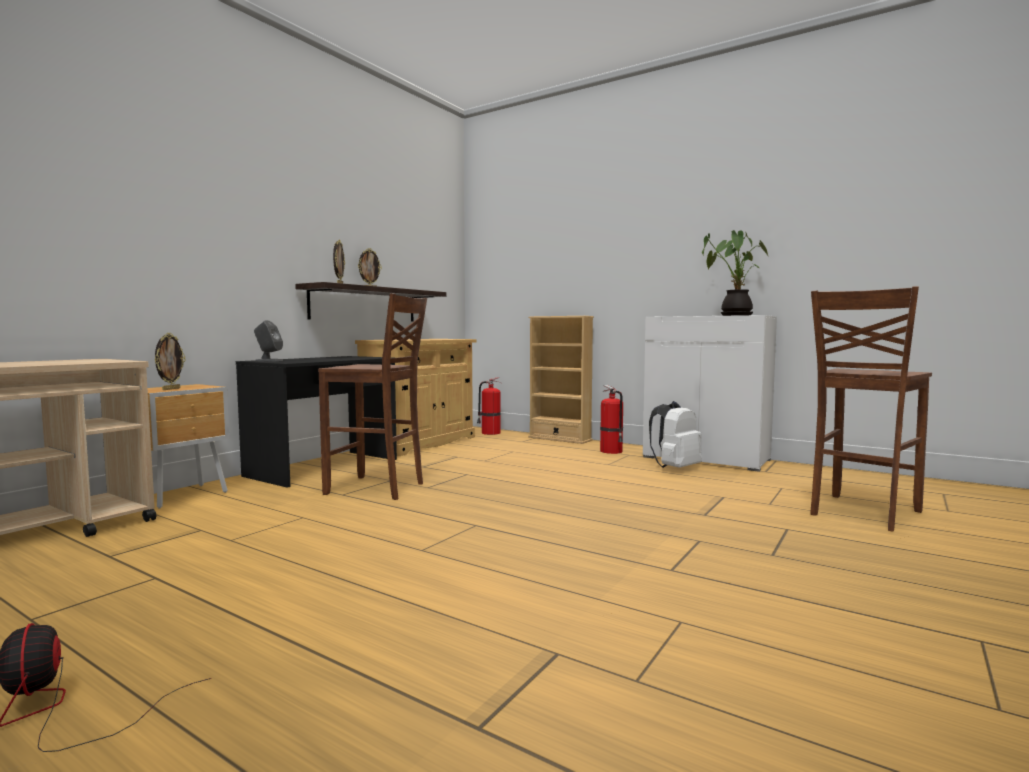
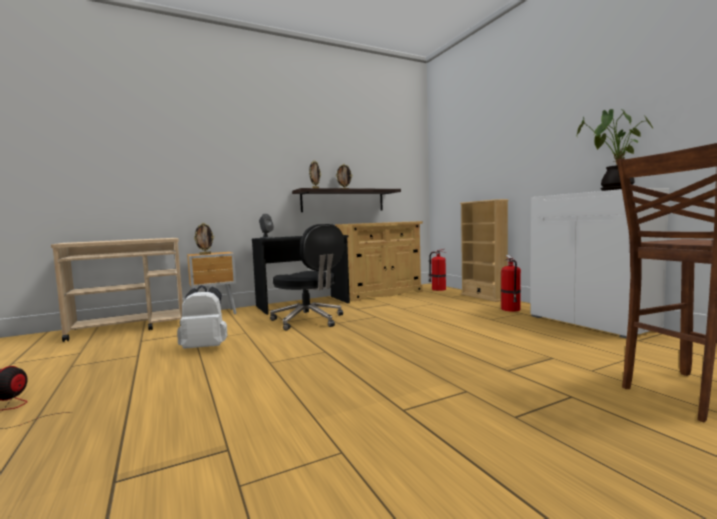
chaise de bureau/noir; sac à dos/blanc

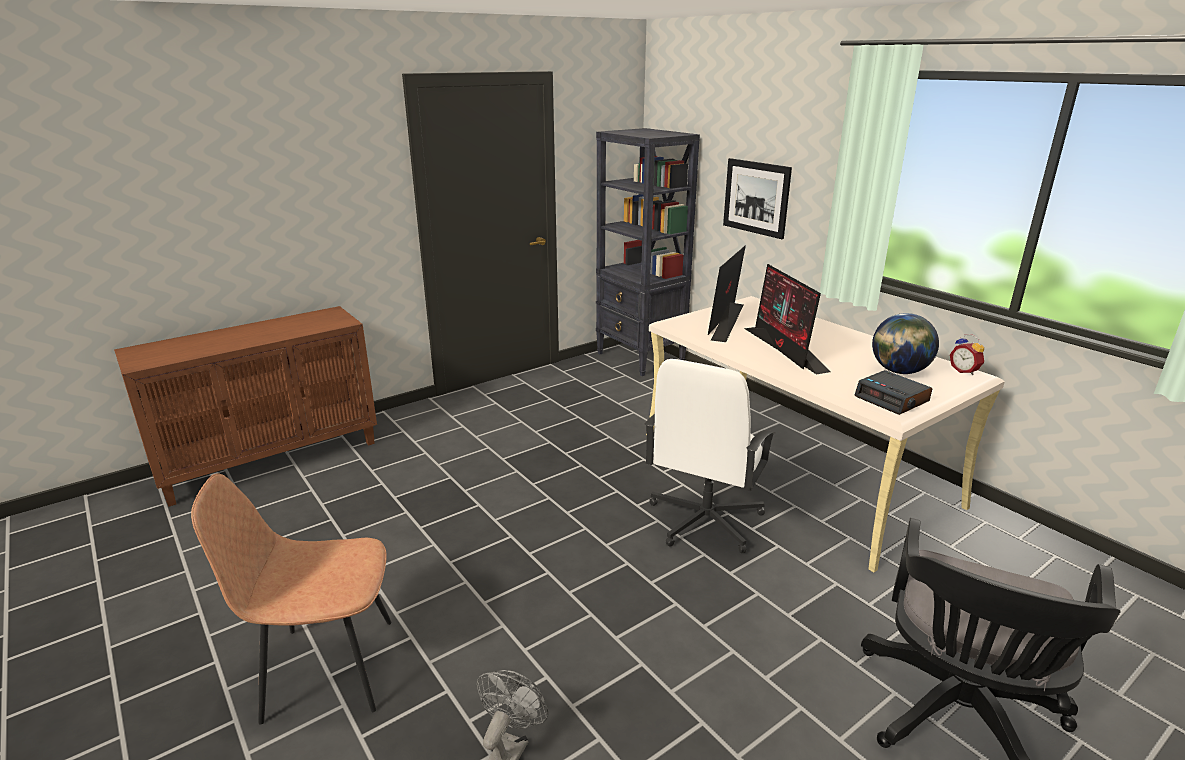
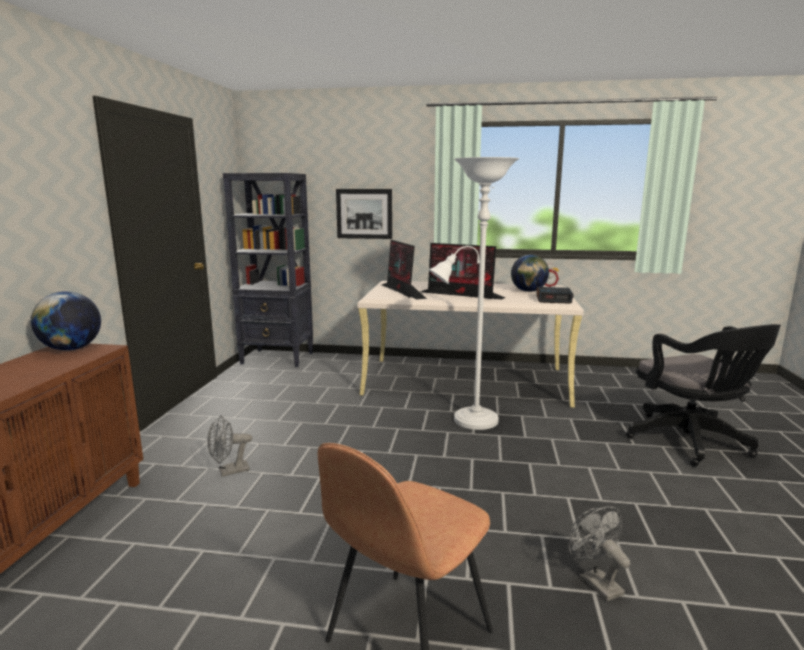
lampadaire/blanc; globe (no. 1 from left); ventilateur/gris (no. 1 from left)

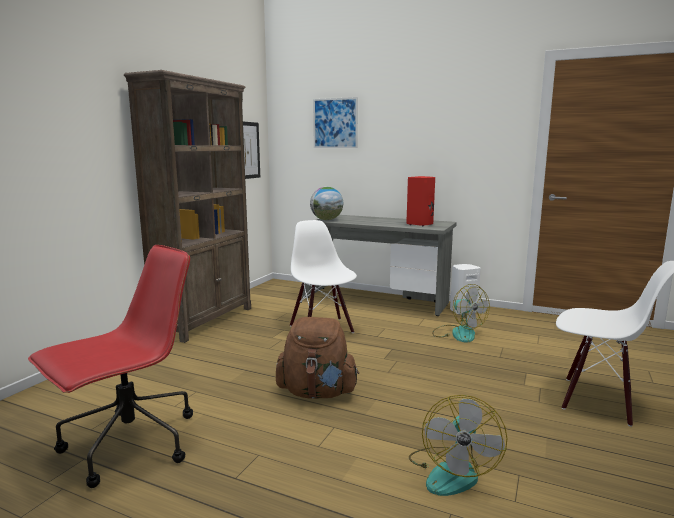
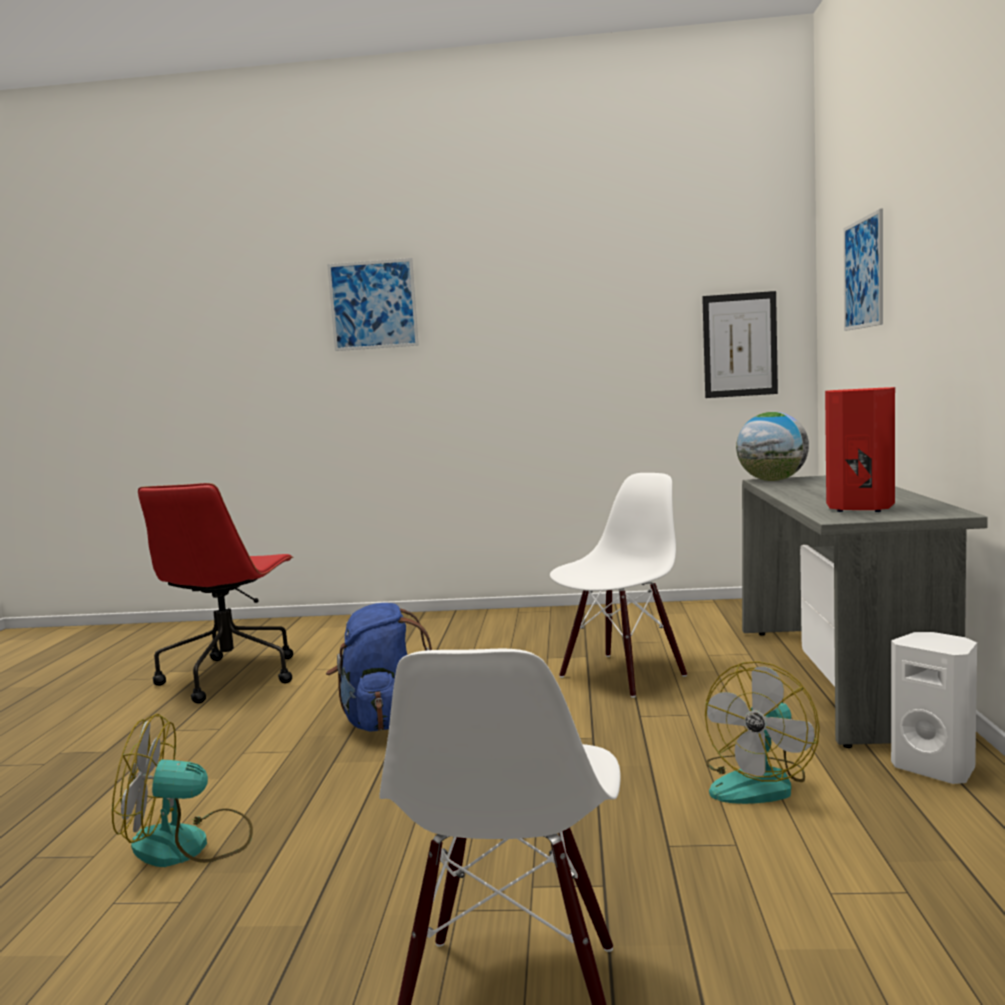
chaise de bureau/rouge; bibliothèque/marron; sac à dos/bleu; tableau (no. 1 from left)

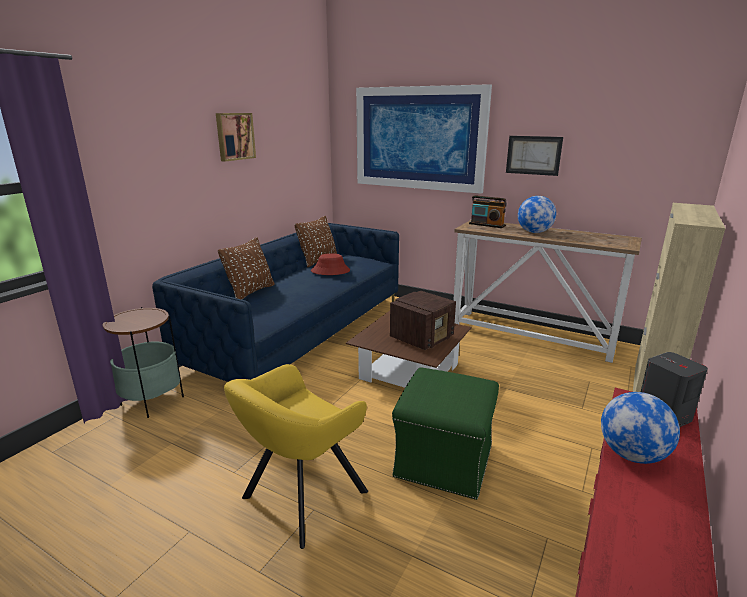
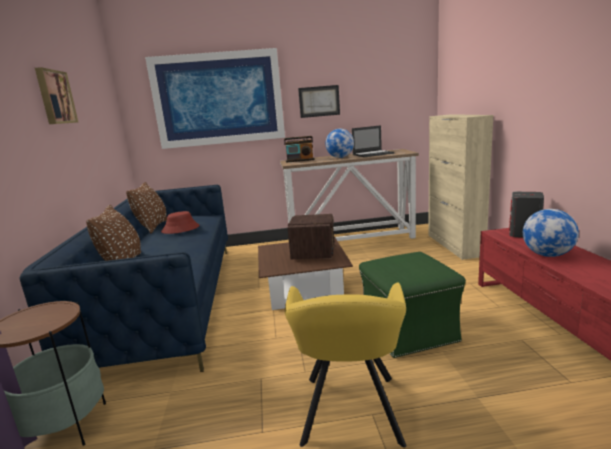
ordinateur portable

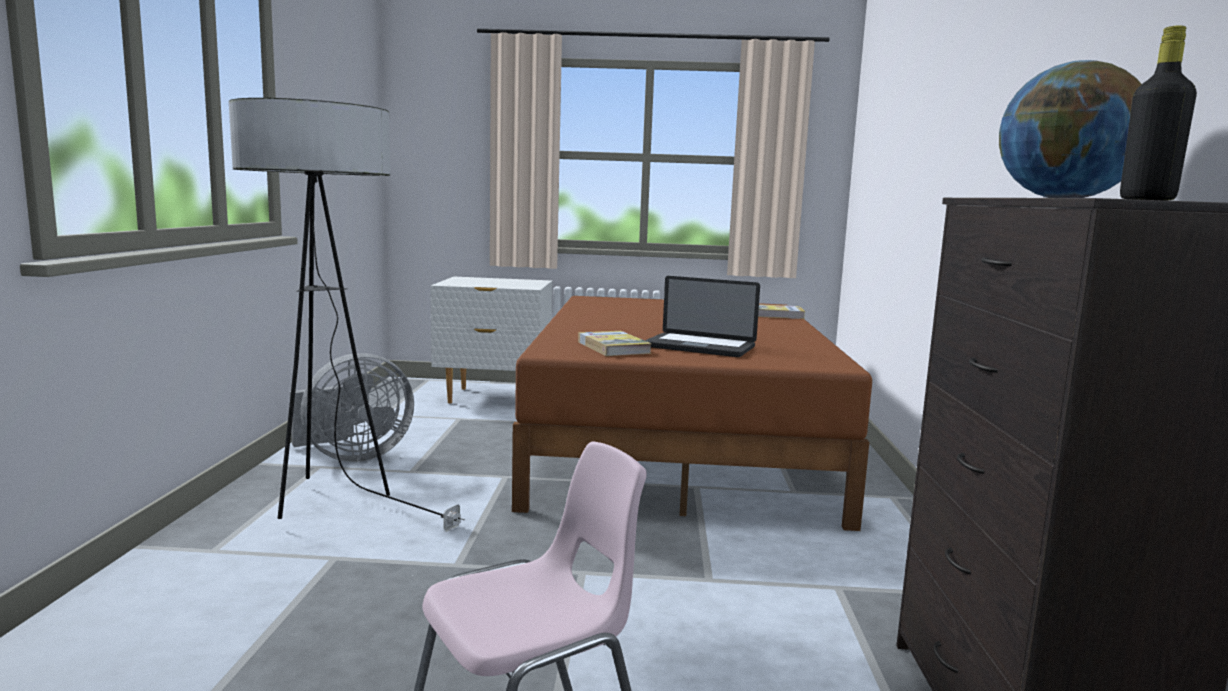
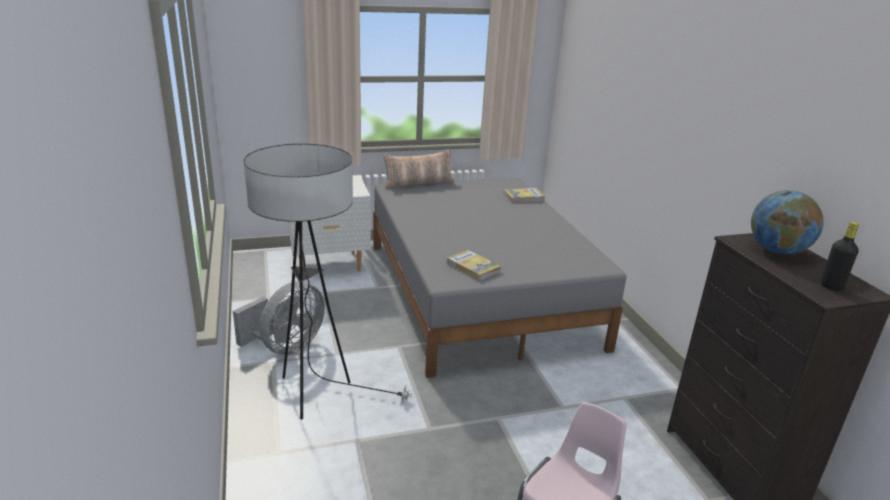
lit/gris; ordinateur portable; coussin

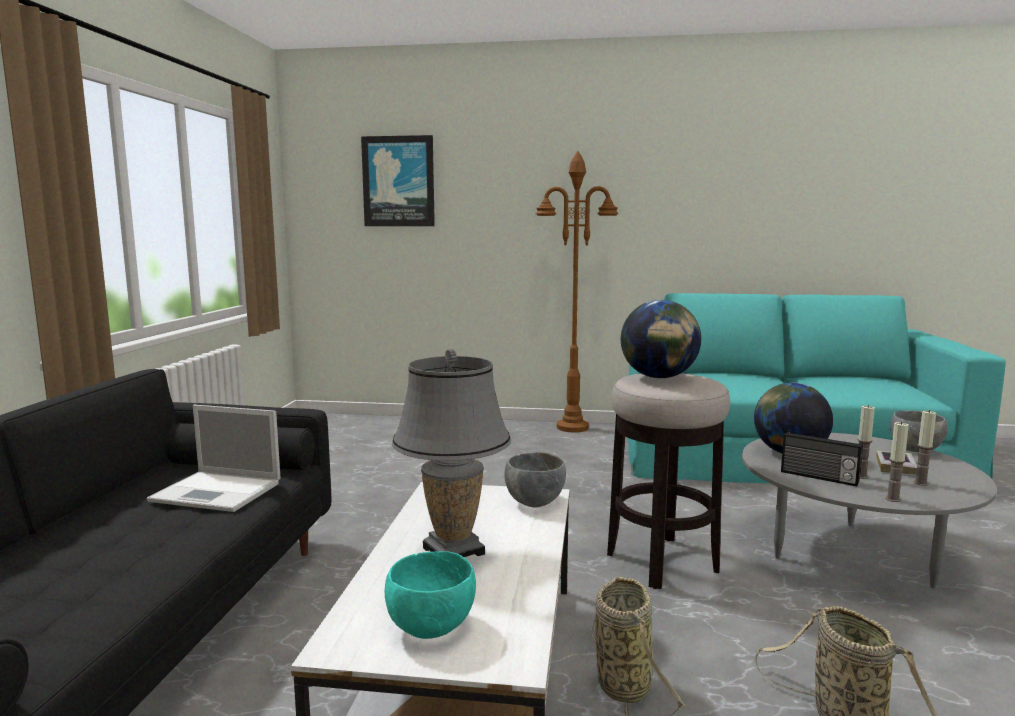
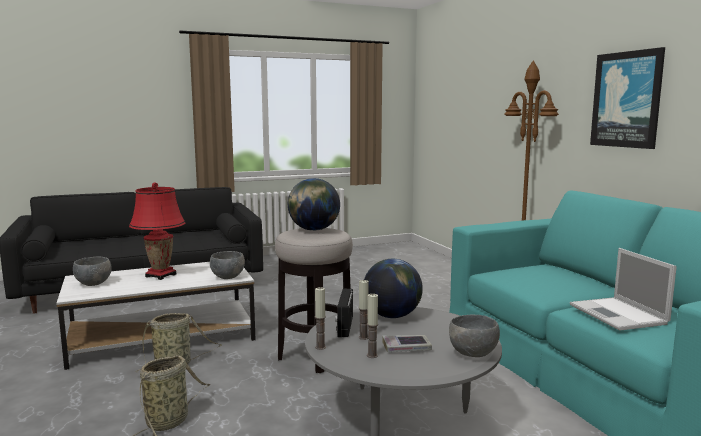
ordinateur portable; tableau; bol/gris (no. 1 from left); lampe de table/rouge

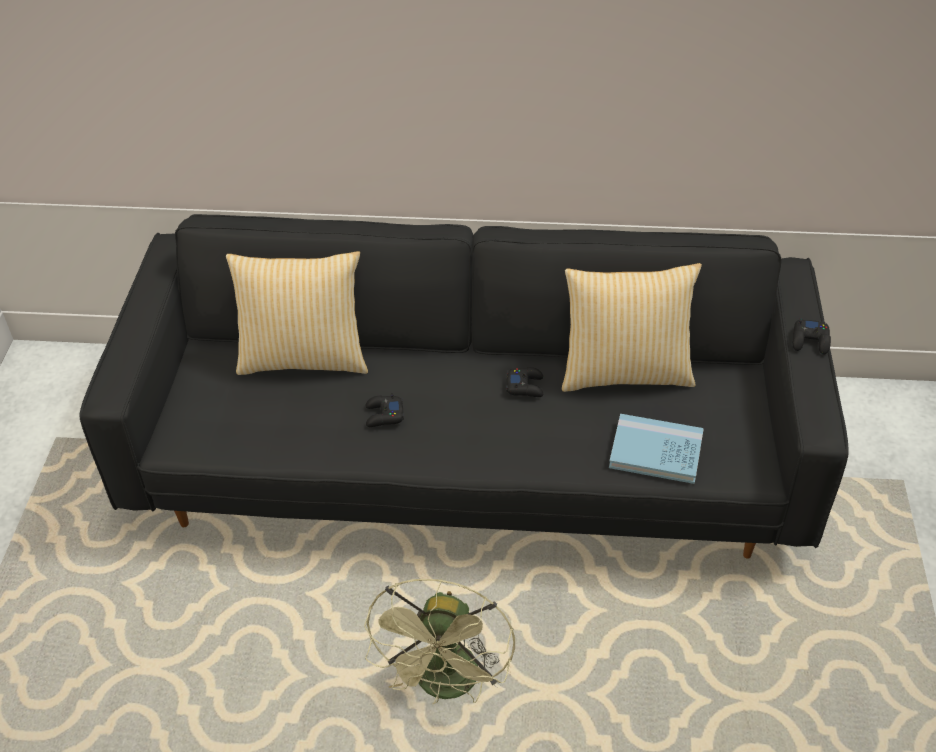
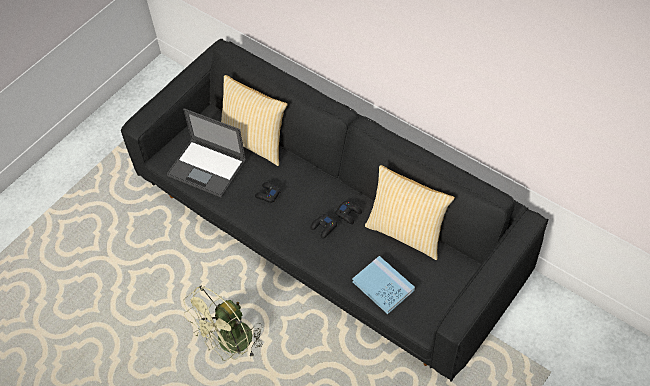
manette/noir (no. 2 from left); ordinateur portable

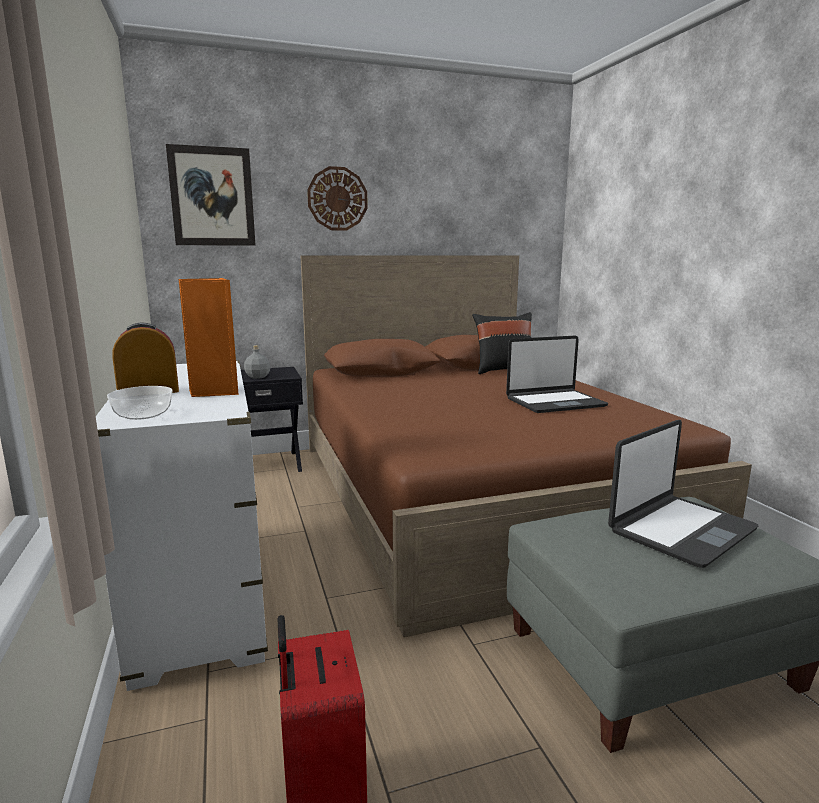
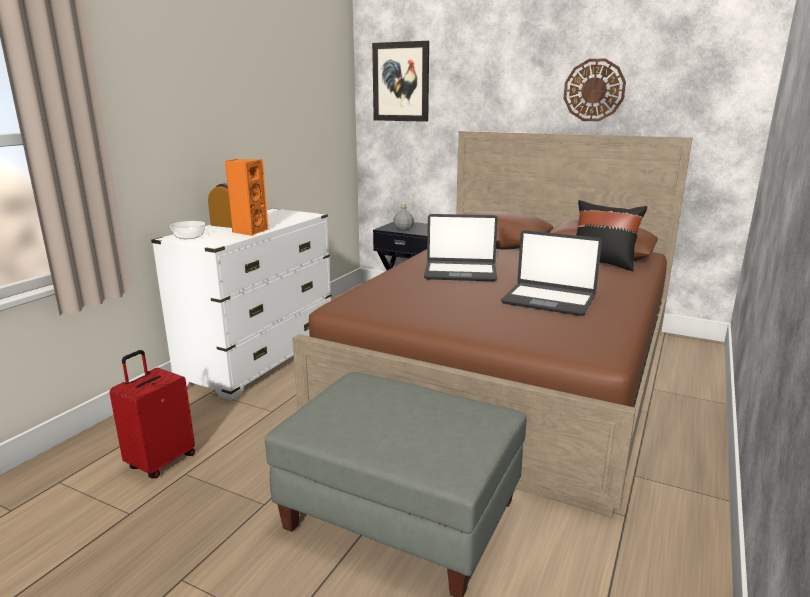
horloge murale; ordinateur portable (no. 1 from left)

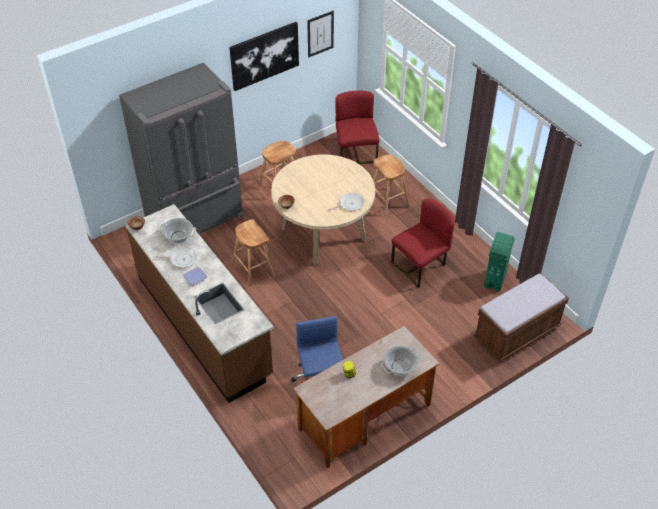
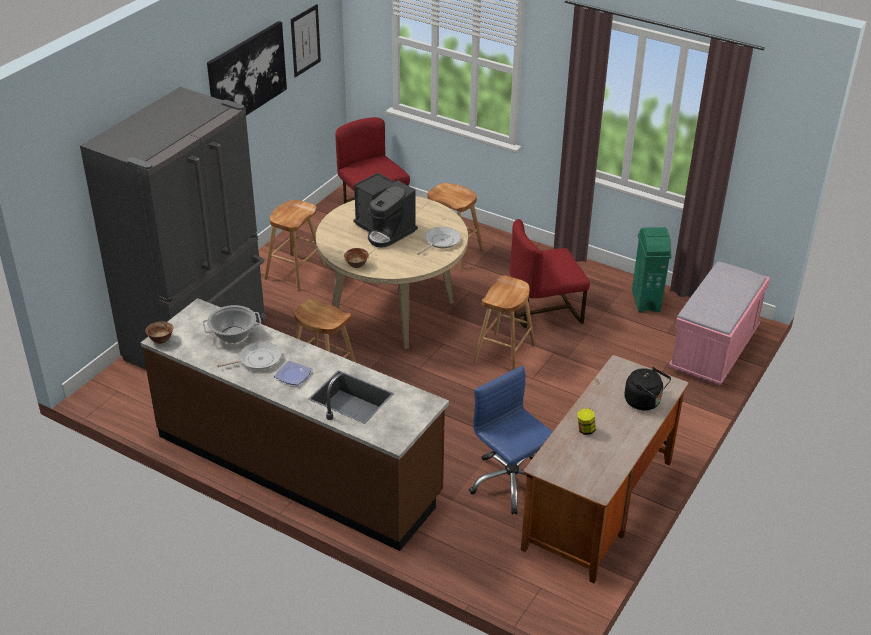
bouilloire/noir; chaise/rouge (no. 2 from left); banc/rose; machine à café; tabouret/marron (no. 4 from left)

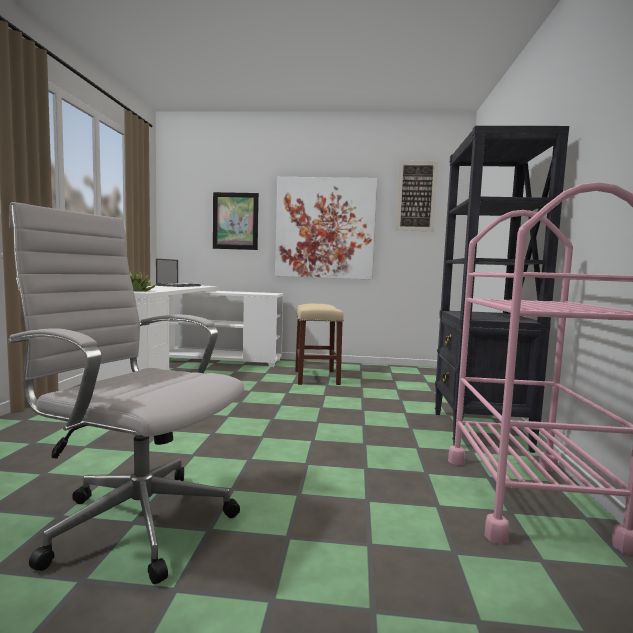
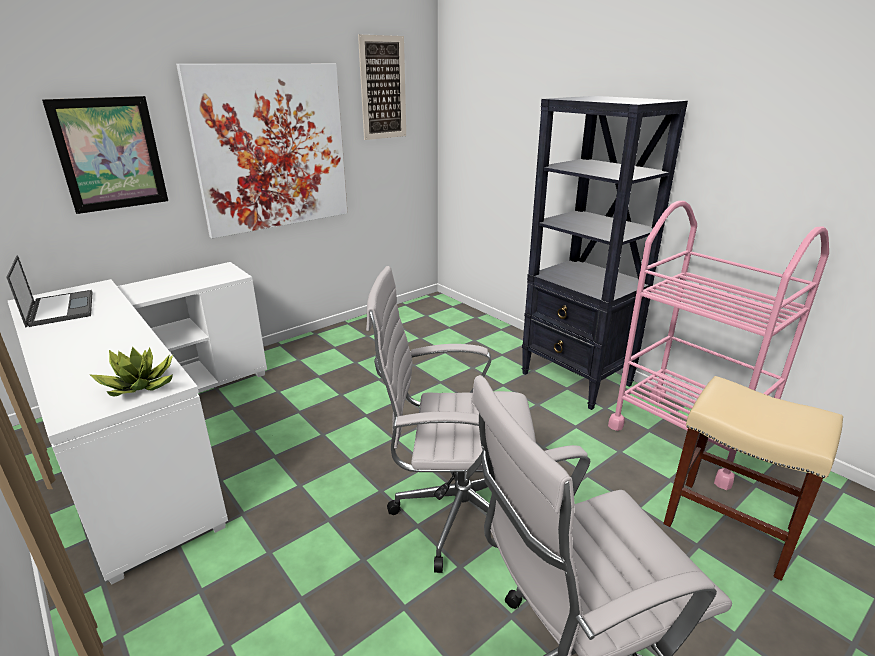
tabouret/beige; chaise de bureau/blanc (no. 1 from left)

